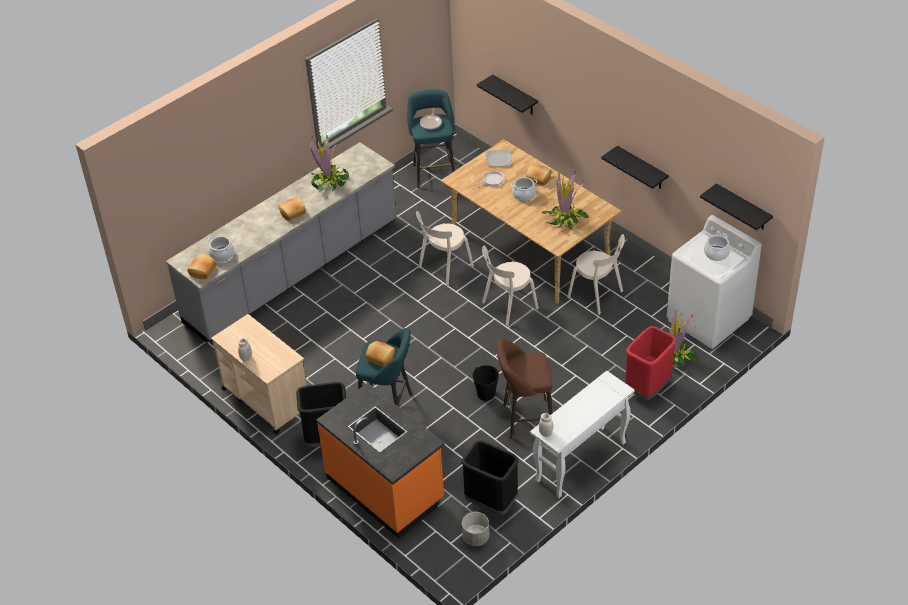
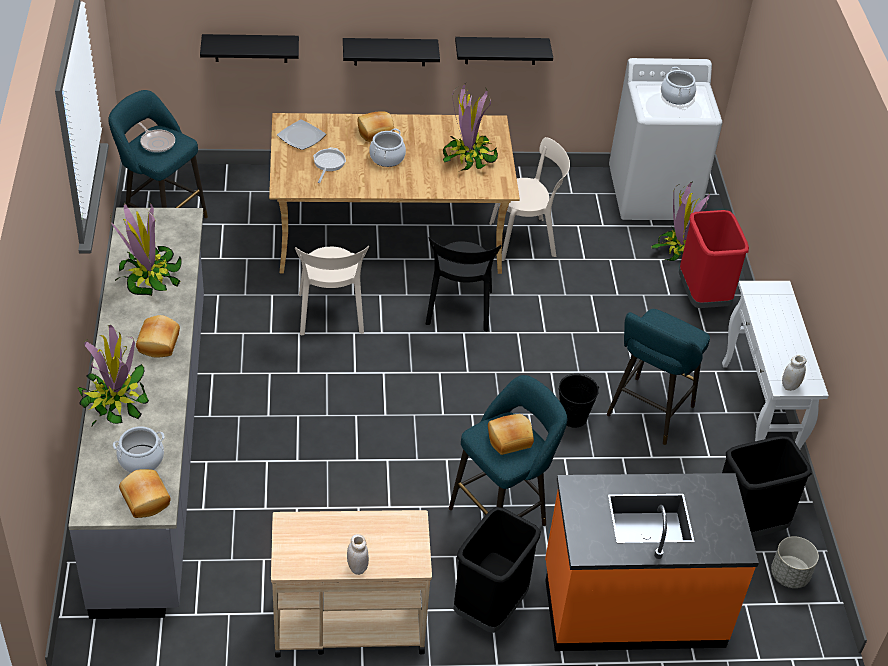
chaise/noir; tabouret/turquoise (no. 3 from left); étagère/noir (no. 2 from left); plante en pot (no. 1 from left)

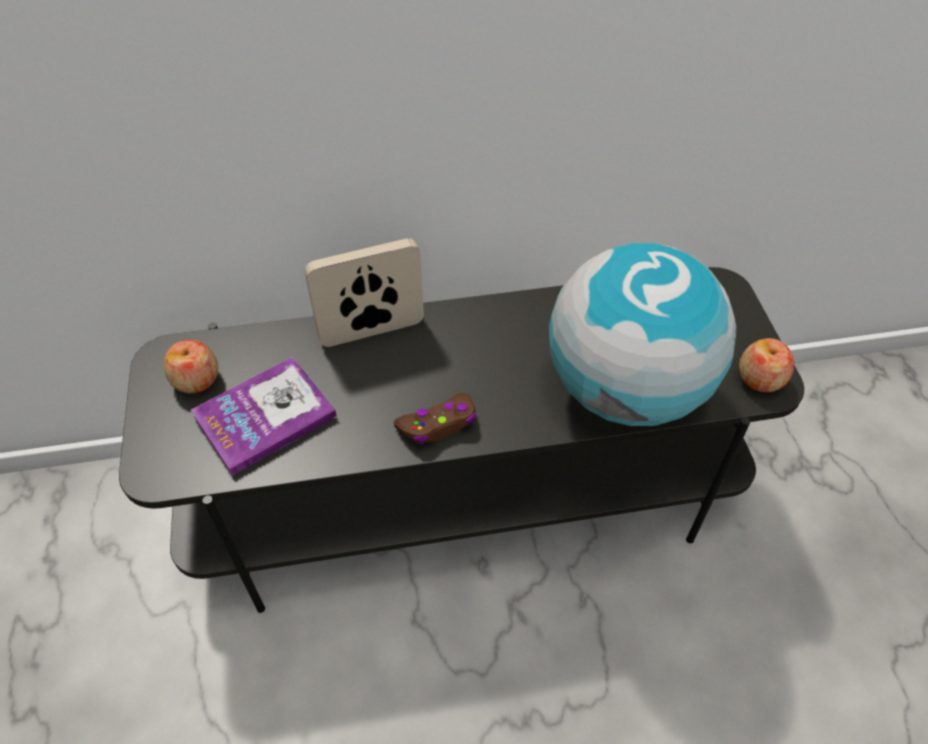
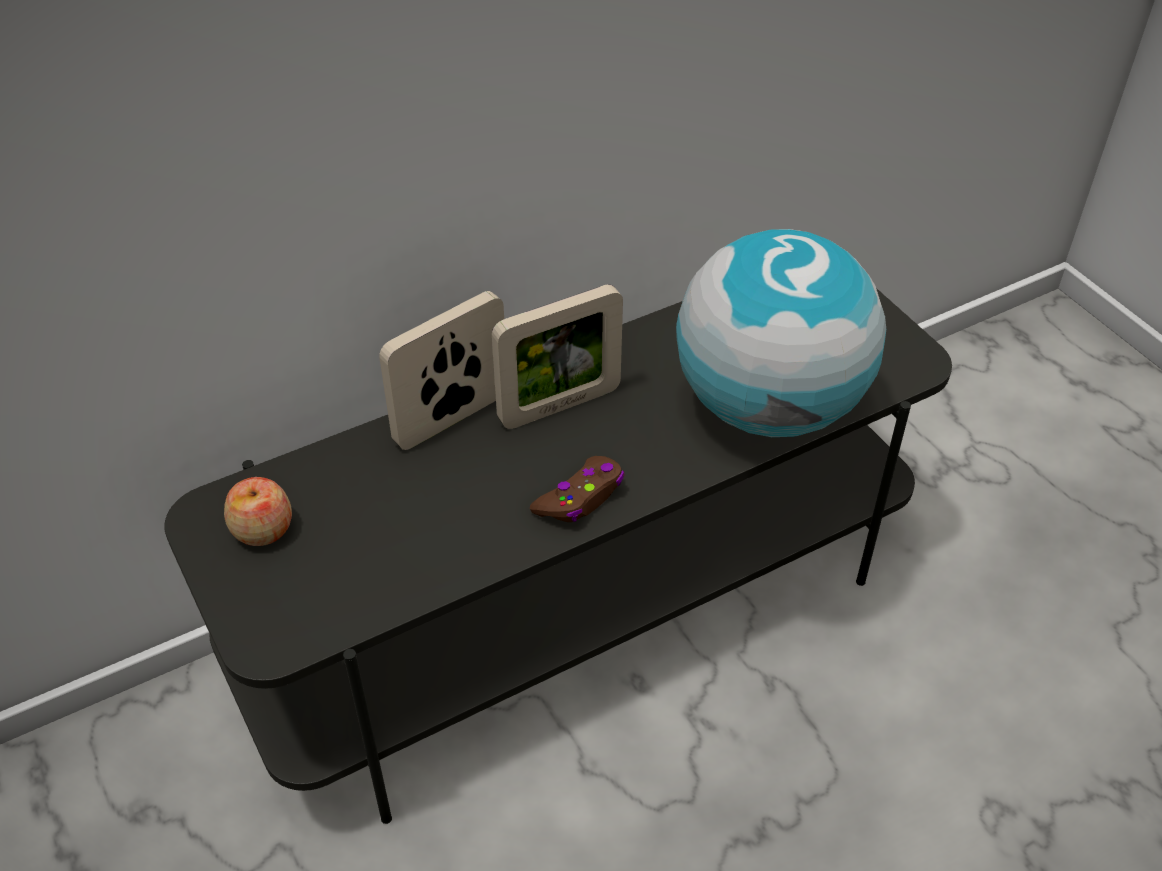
livre; pomme (no. 2 from left in the first image); cadre photo (no. 2 from left)

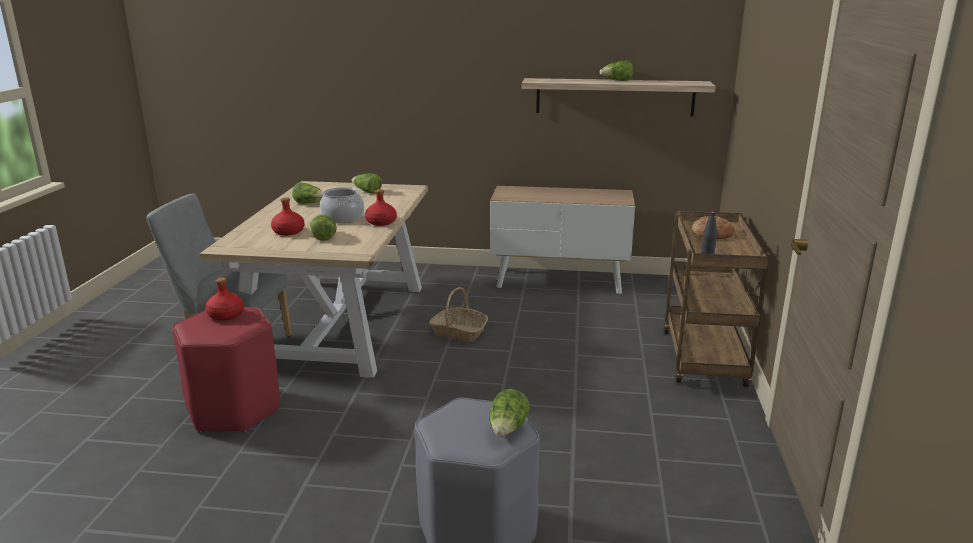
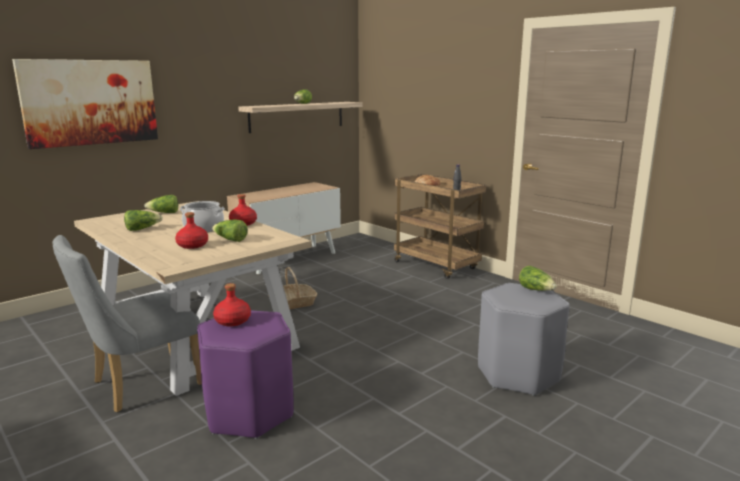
tabouret/violet; tableau

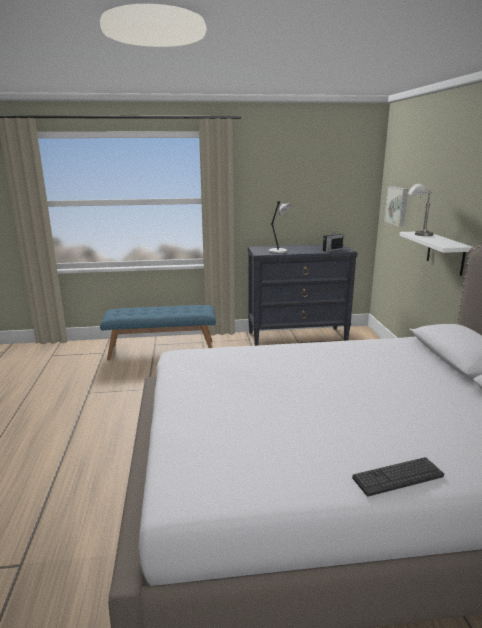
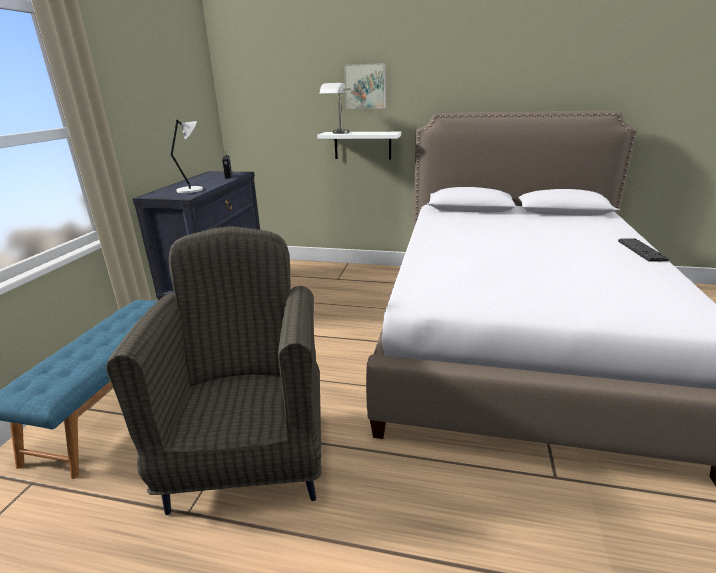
tableau; fauteuil/gris

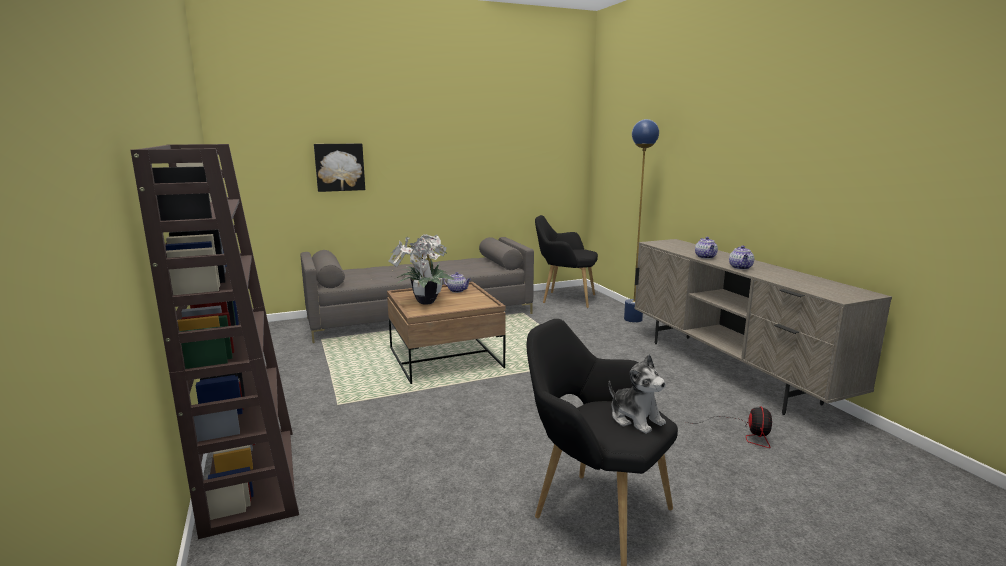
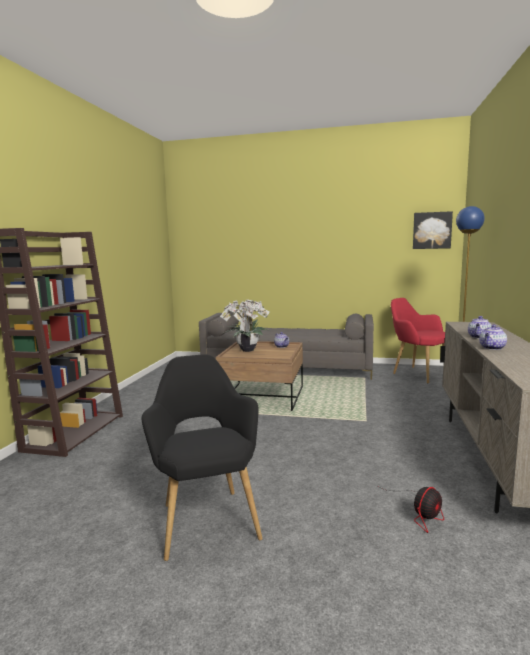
tableau; fauteuil/rouge; peluche

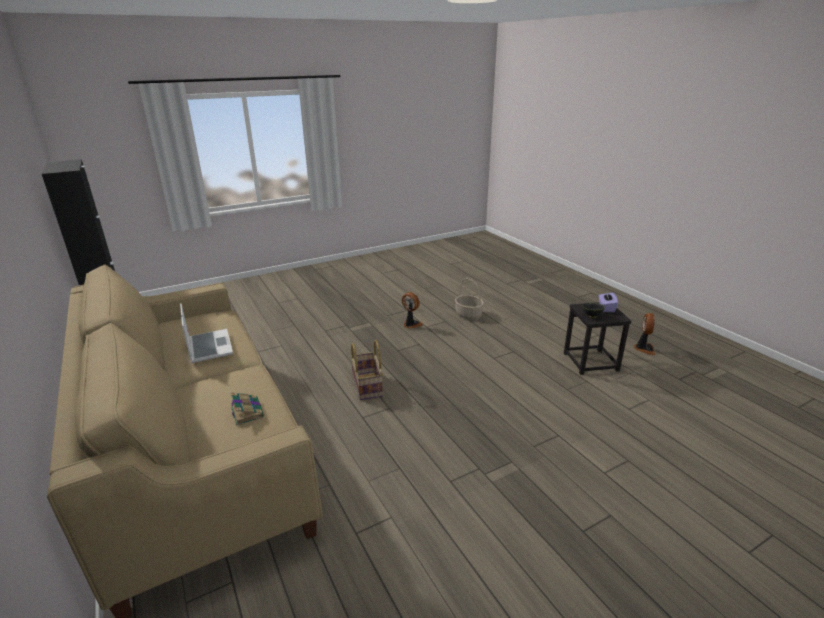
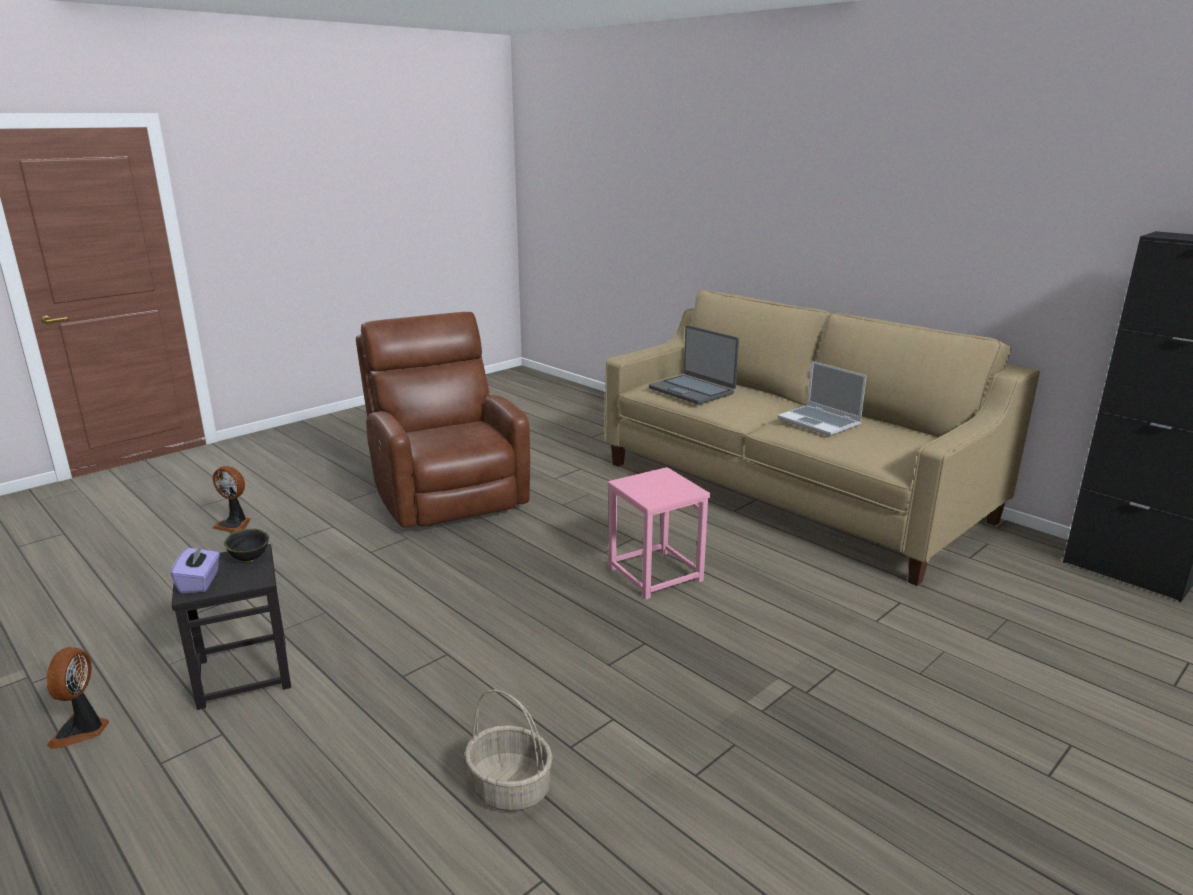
ordinateur portable (no. 1 from left); tabouret/rose; ventilateur (no. 2 from left); fauteuil/marron

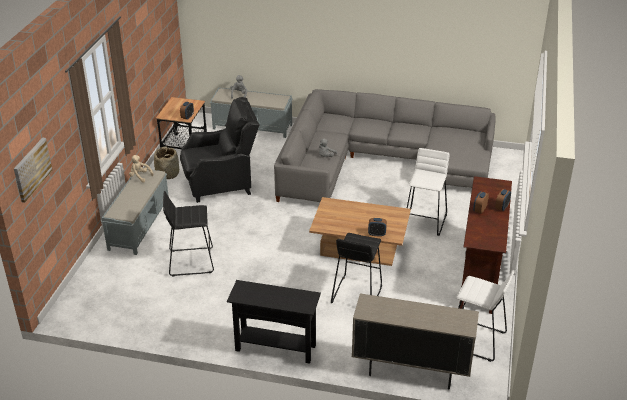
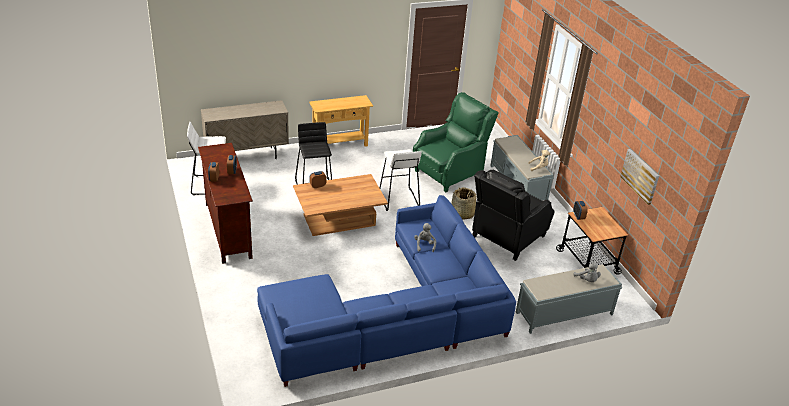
tableau; panier; fauteuil/vert; table console/beige; canapé/bleu; tabouret/blanc (no. 2 from left)

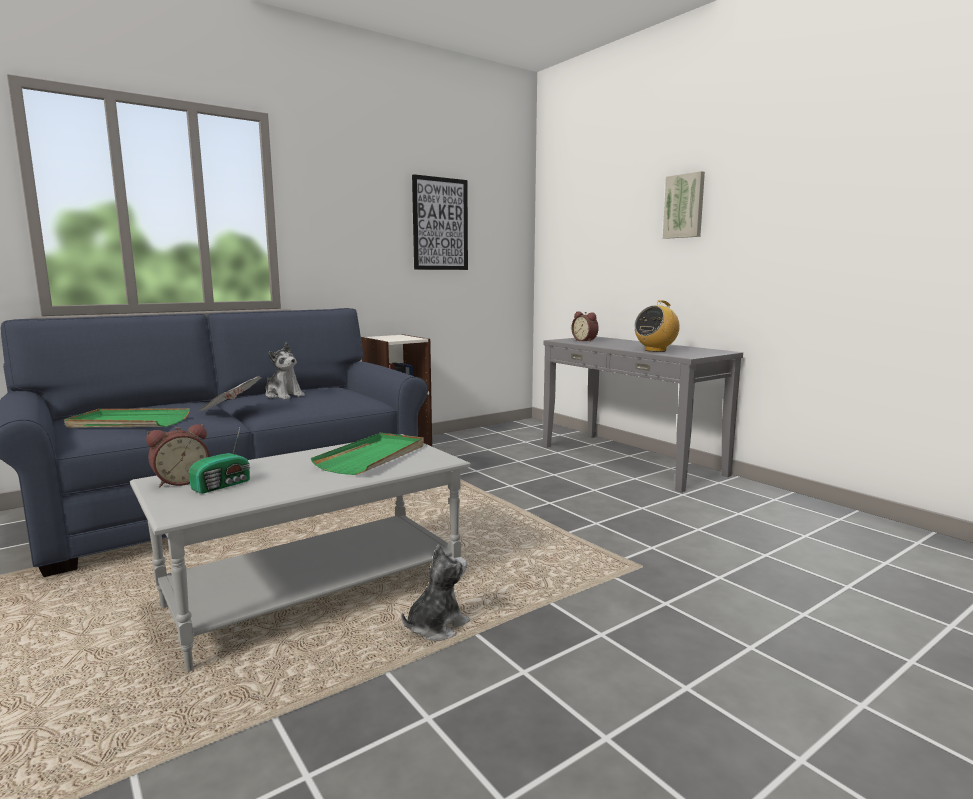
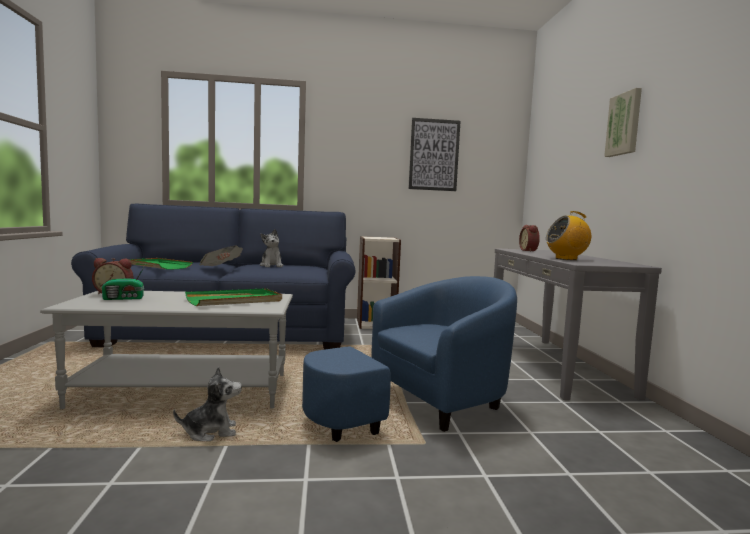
fauteuil/bleu

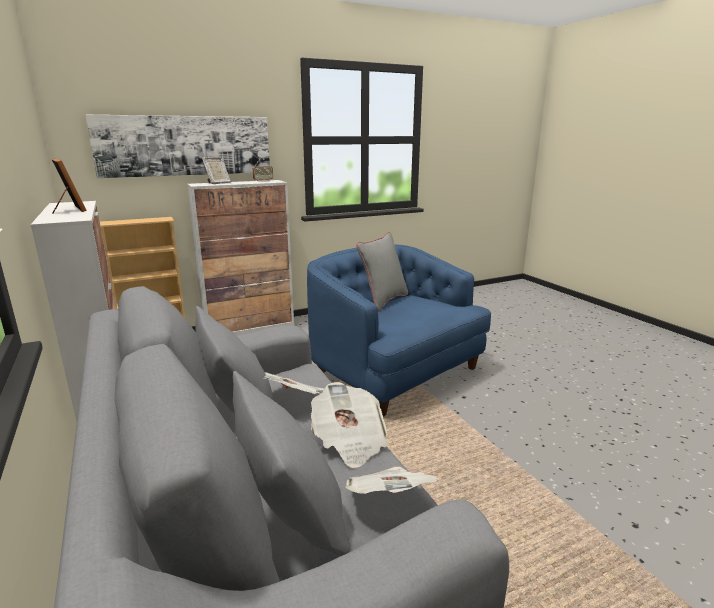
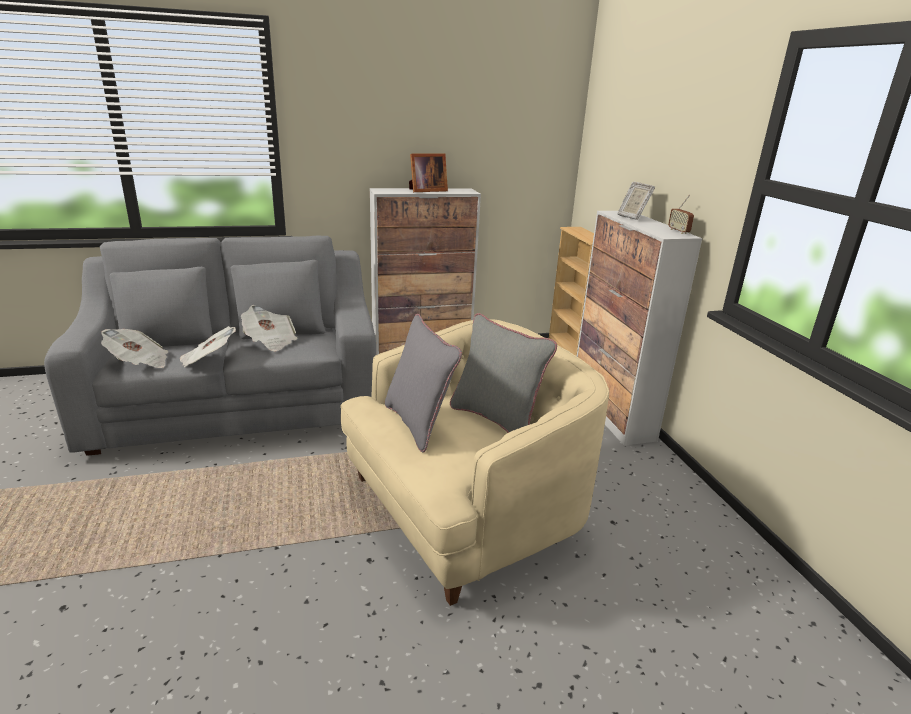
tableau; fauteuil/beige; coussin/gris (no. 1 from left)

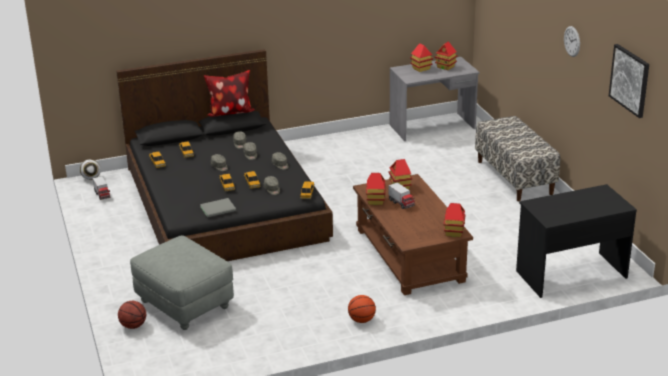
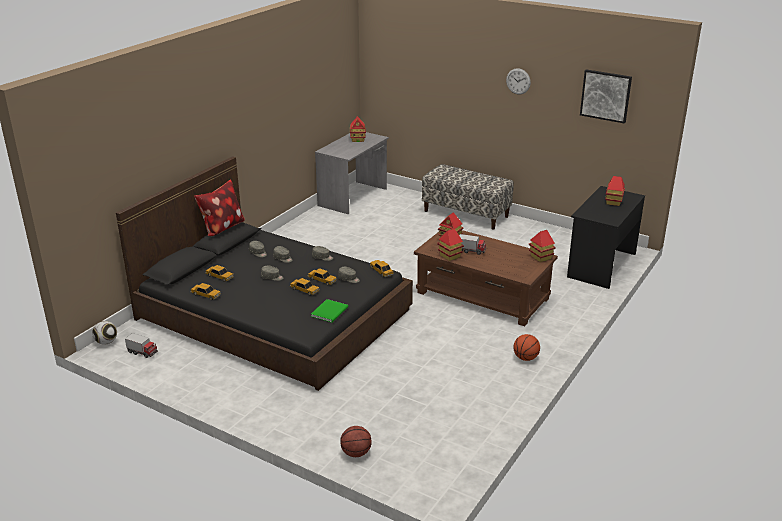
pouf/gris; livre/vert; maison miniature (no. 5 from left)

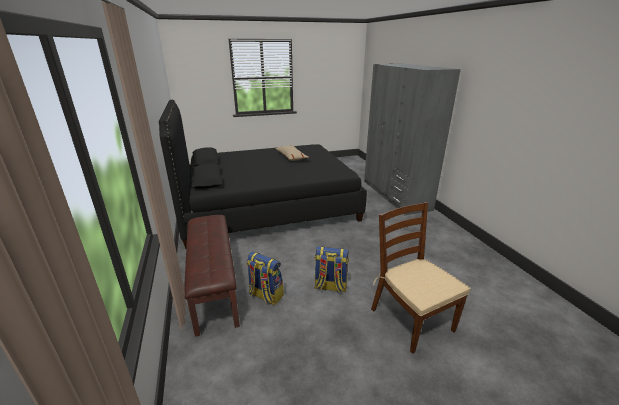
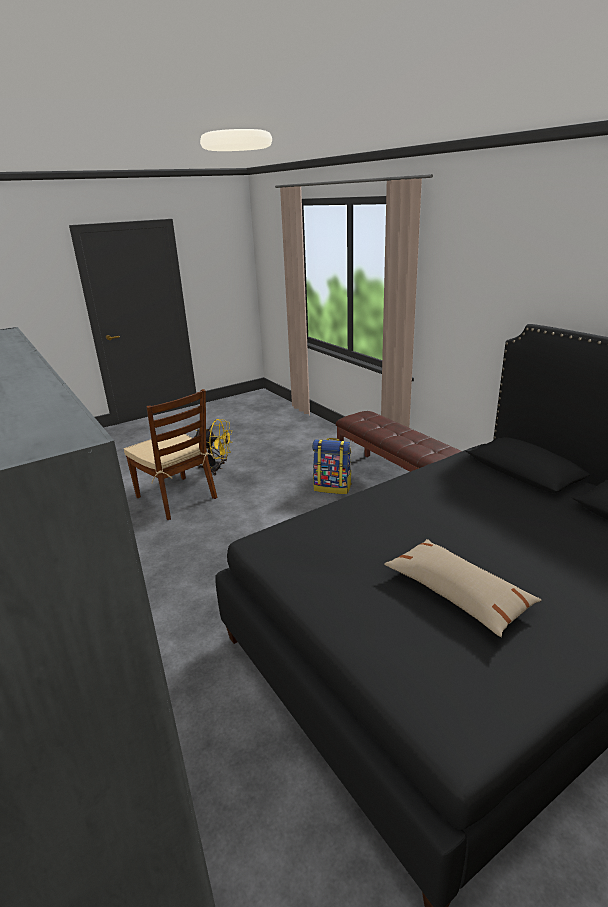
sac à dos (no. 2 from left in the first image); ventilateur/jaune

